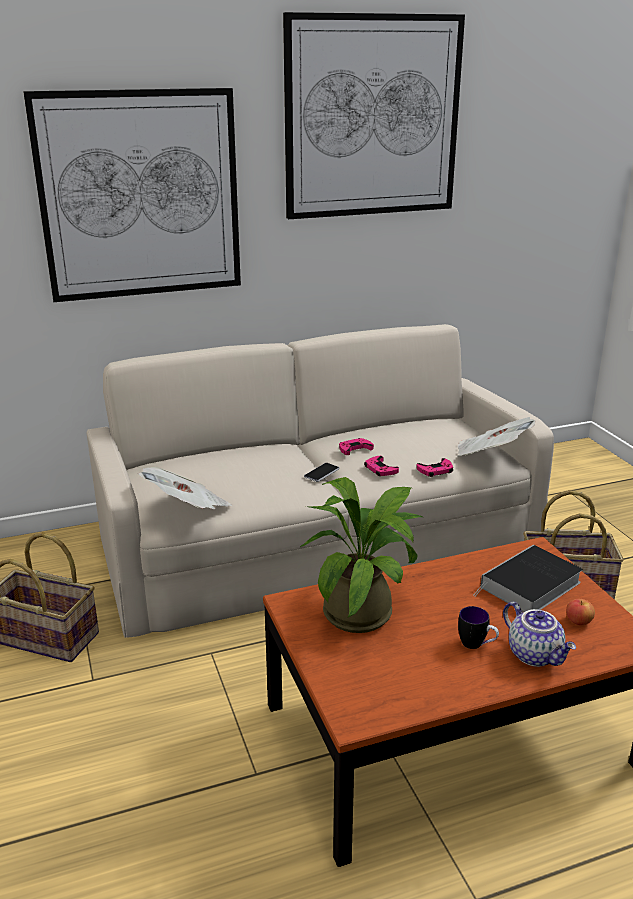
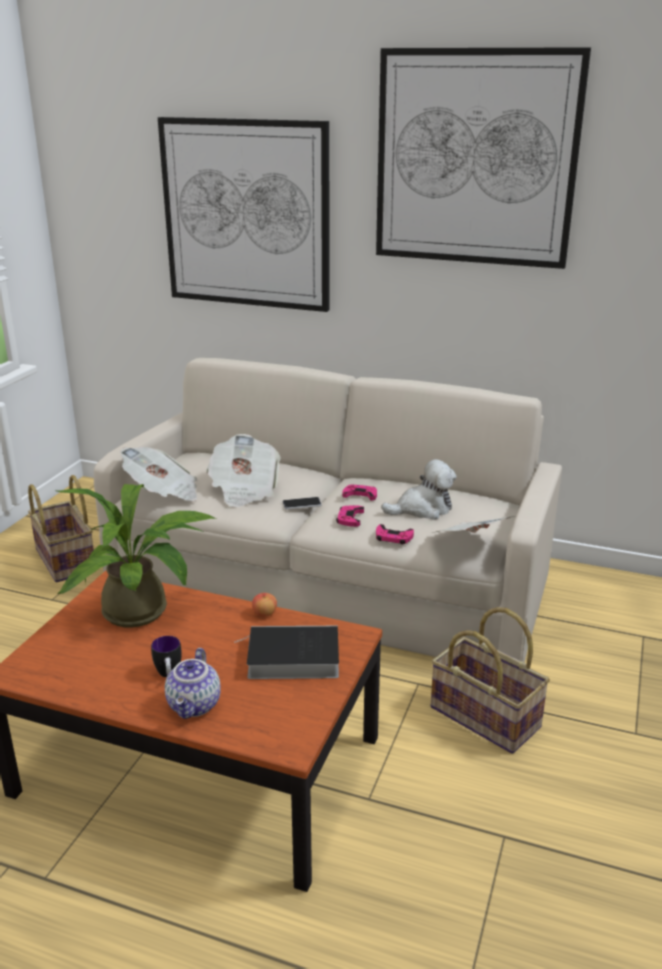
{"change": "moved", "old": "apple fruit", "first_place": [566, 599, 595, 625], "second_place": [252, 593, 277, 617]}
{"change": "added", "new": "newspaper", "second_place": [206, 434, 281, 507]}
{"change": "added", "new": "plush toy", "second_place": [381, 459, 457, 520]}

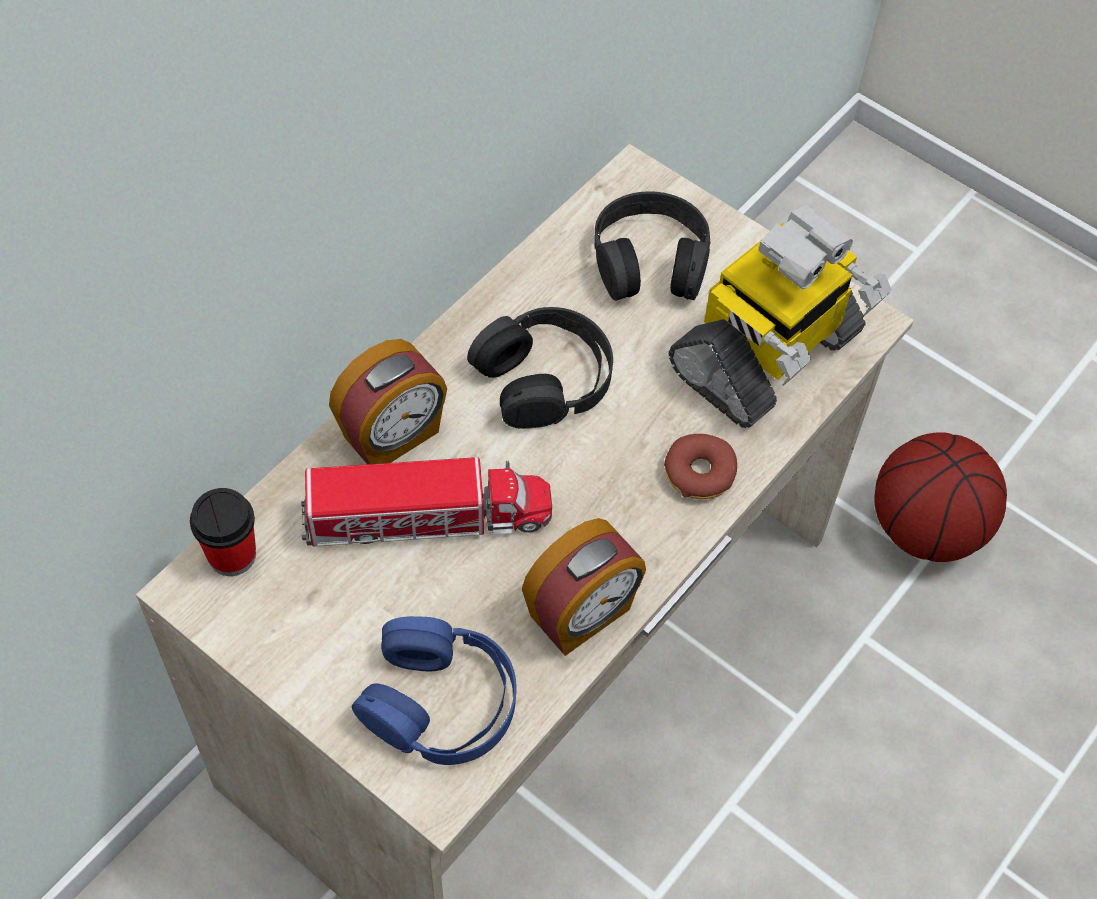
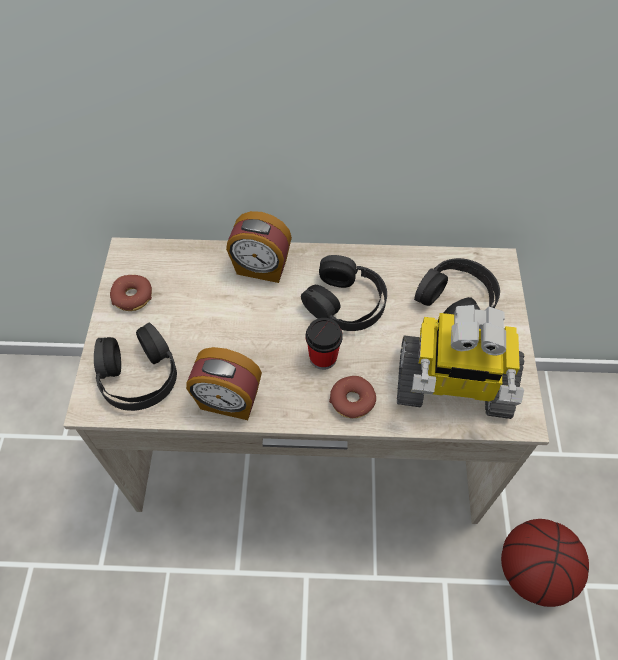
{"change": "moved", "old": "small cup", "first_place": [190, 488, 256, 576], "second_place": [306, 318, 343, 370]}
{"change": "removed", "old": "toy truck", "first_place": [301, 457, 552, 547]}
{"change": "recoloured", "old": "pair of headphones (blue)", "new": "pair of headphones (black-coloured)", "first_place": [352, 616, 517, 765], "second_place": [94, 323, 177, 411]}
{"change": "added", "new": "donut", "second_place": [110, 275, 152, 311]}

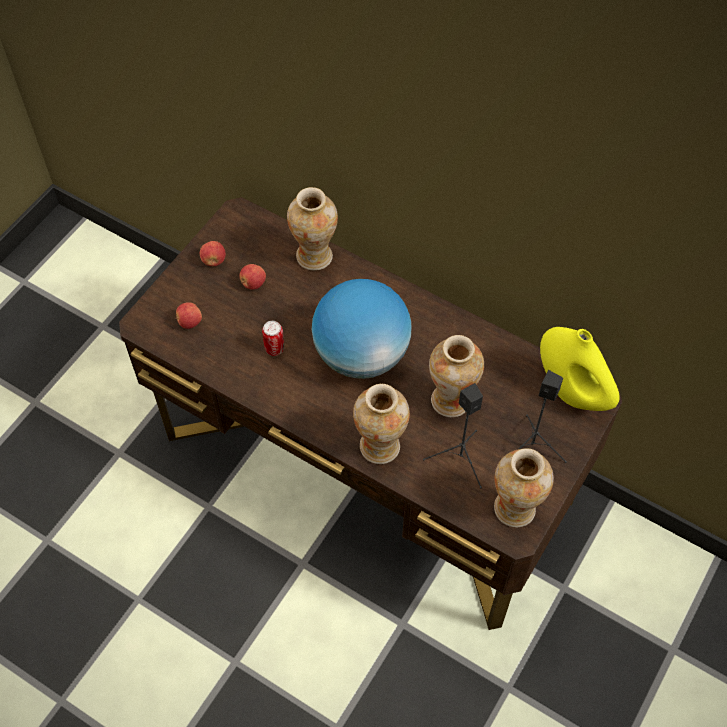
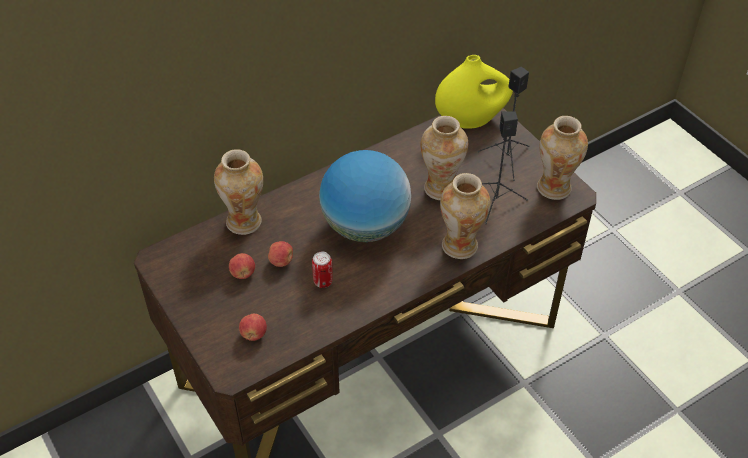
{"change": "moved", "old": "apple fruit", "first_place": [200, 241, 226, 266], "second_place": [268, 241, 293, 267]}

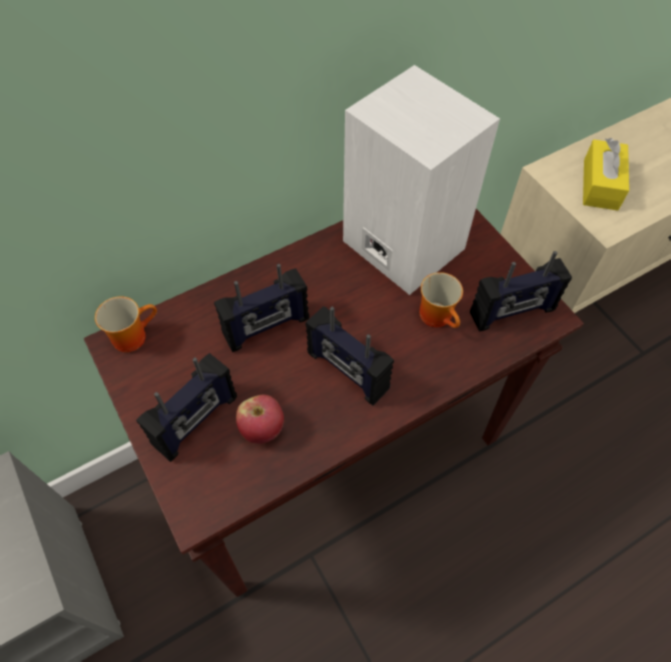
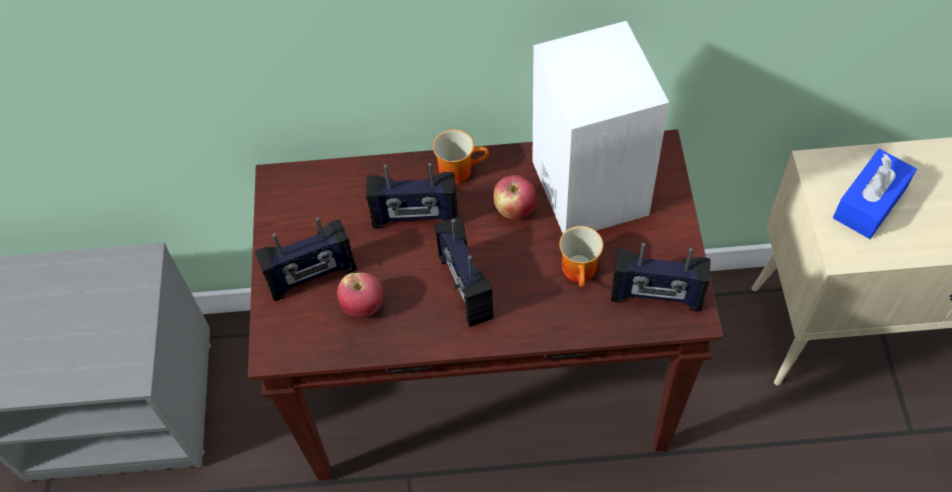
{"change": "moved", "old": "coffee mug", "first_place": [95, 296, 157, 352], "second_place": [433, 129, 489, 184]}
{"change": "recoloured", "old": "tissue box (yellow)", "new": "tissue box (blue)", "first_place": [583, 138, 629, 211], "second_place": [833, 149, 917, 239]}
{"change": "added", "new": "apple fruit", "second_place": [493, 175, 536, 219]}

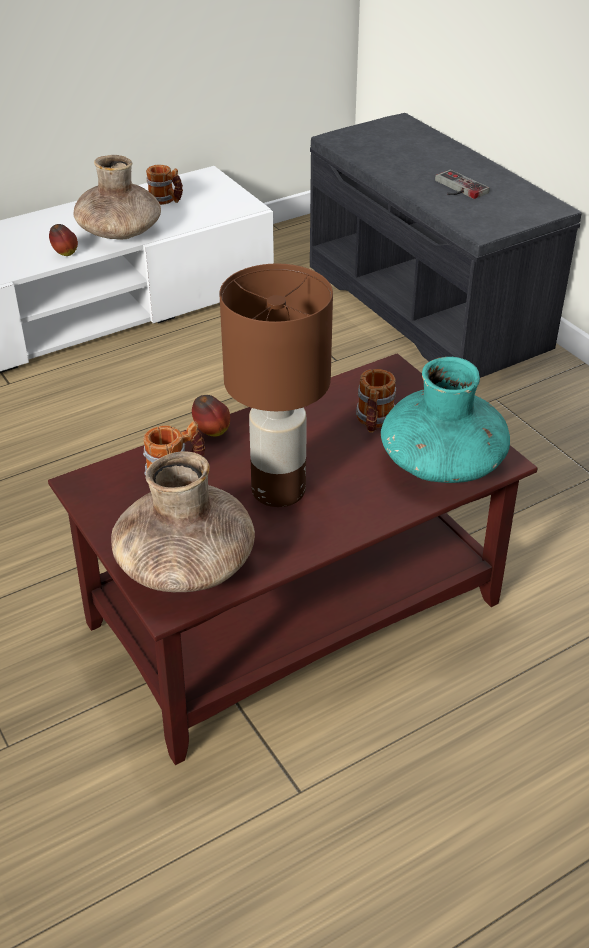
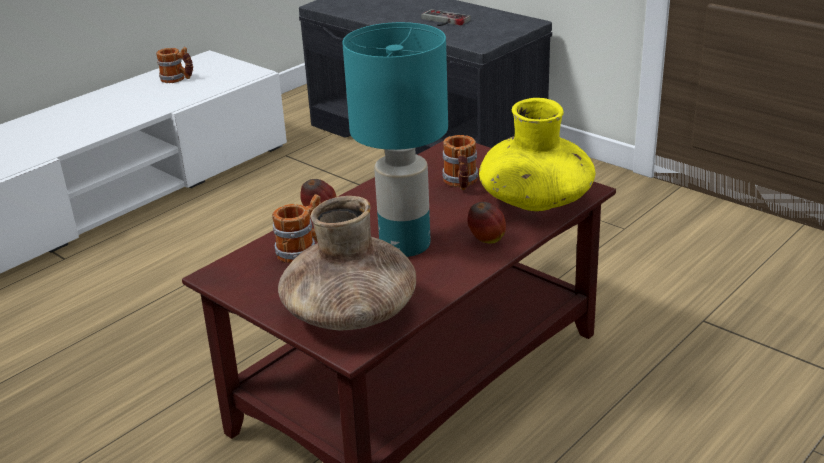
{"change": "moved", "old": "apple fruit", "first_place": [49, 224, 78, 256], "second_place": [467, 202, 506, 244]}
{"change": "removed", "old": "flower vase (brown-coloured)", "first_place": [74, 155, 161, 239]}
{"change": "recoloured", "old": "lamp for a table (brown-coloured)", "new": "lamp for a table (turquoise-coloured)", "first_place": [219, 263, 333, 507], "second_place": [343, 22, 448, 257]}
{"change": "recoloured", "old": "flower vase (turquoise-coloured)", "new": "flower vase (yellow)", "first_place": [381, 357, 510, 483], "second_place": [479, 98, 595, 211]}

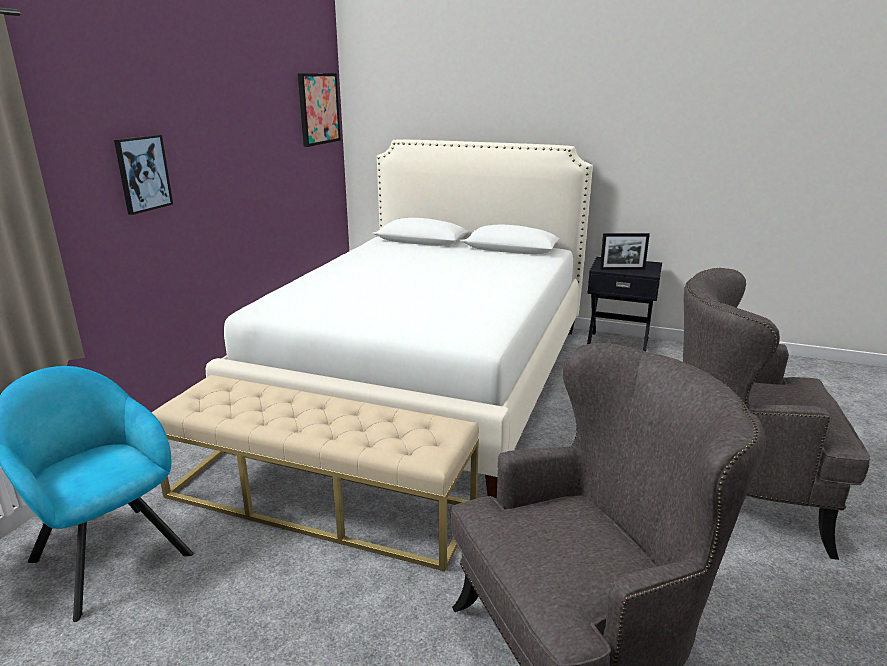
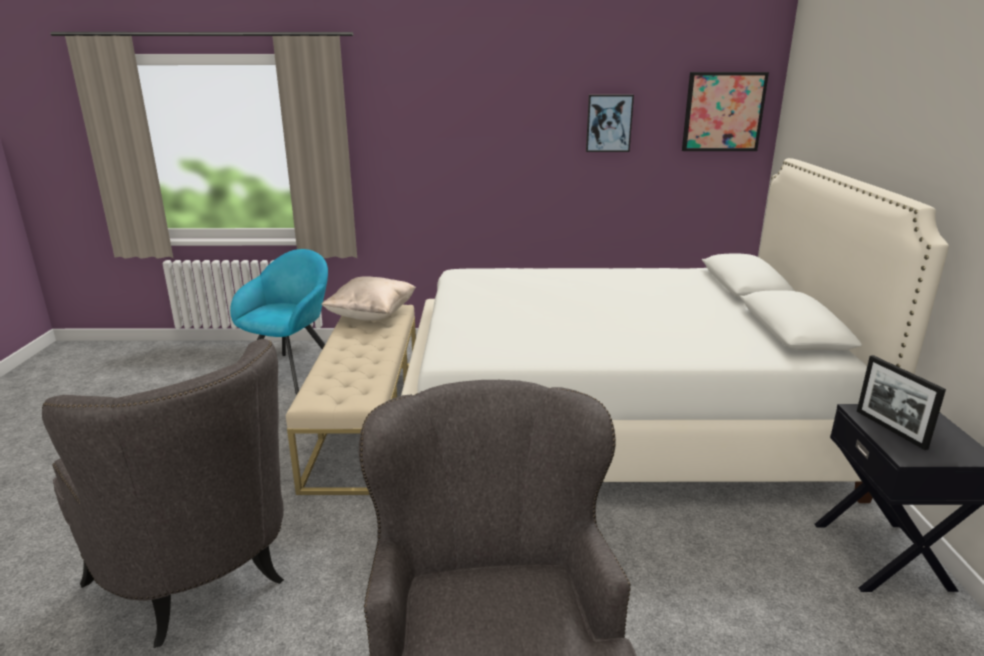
{"change": "moved", "old": "wall art", "first_place": [114, 135, 173, 215], "second_place": [586, 95, 634, 152]}
{"change": "added", "new": "pillow (sand-coloured)", "second_place": [321, 276, 416, 321]}

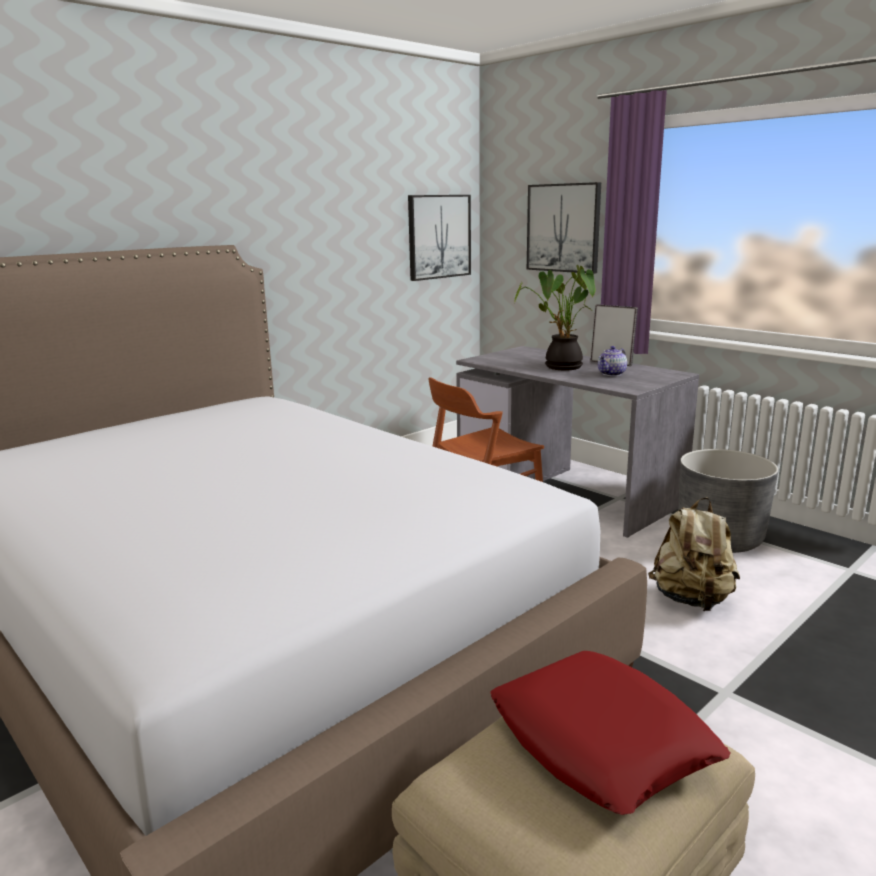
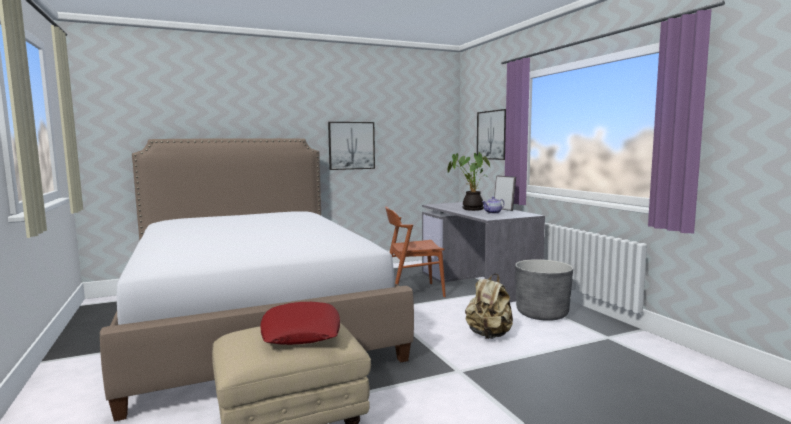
{"change": "moved", "old": "wall art", "first_place": [408, 195, 471, 281], "second_place": [328, 122, 375, 170]}

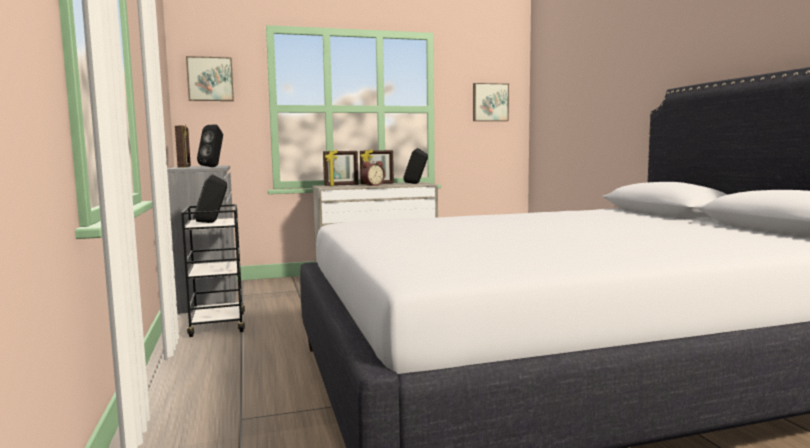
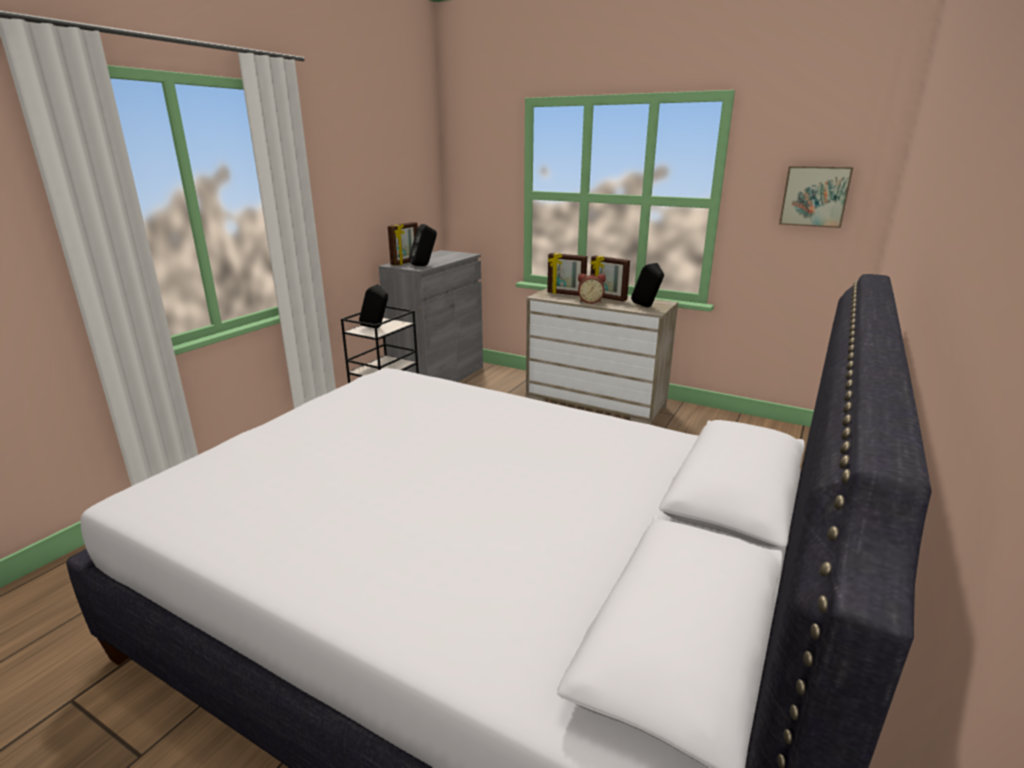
{"change": "removed", "old": "wall art", "first_place": [186, 56, 234, 101]}

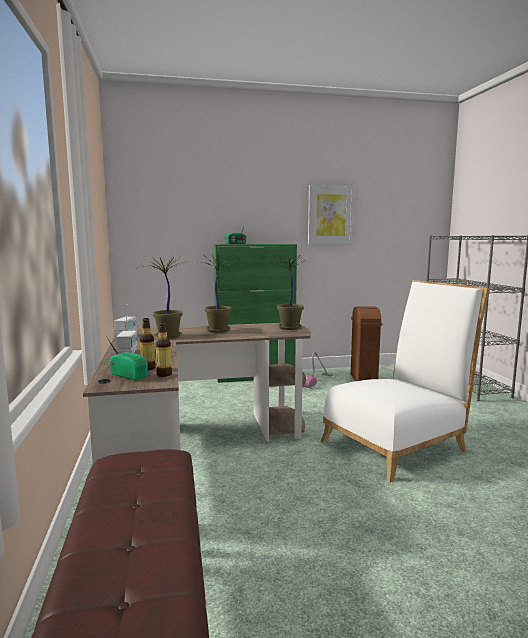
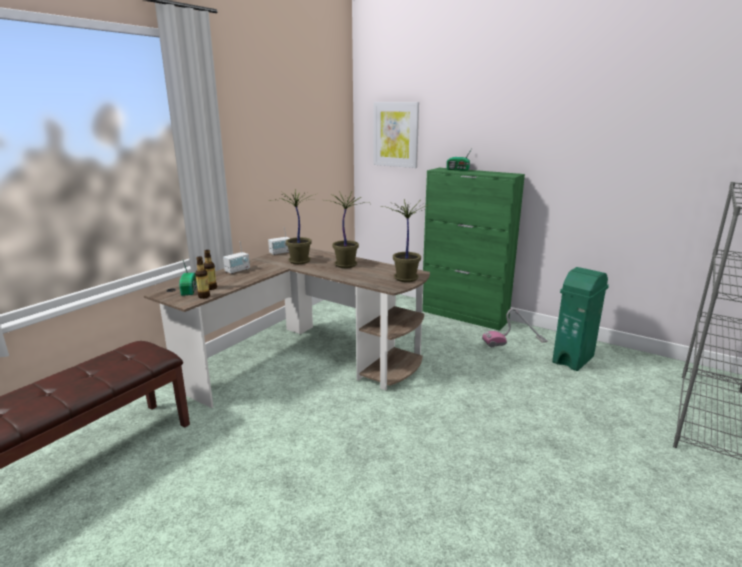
{"change": "moved", "old": "wall art", "first_place": [308, 185, 354, 244], "second_place": [374, 102, 419, 168]}
{"change": "removed", "old": "plain chair (white-coloured)", "first_place": [320, 280, 490, 482]}
{"change": "recoloured", "old": "waste bin (brown-coloured)", "new": "waste bin (green)", "first_place": [351, 307, 382, 381], "second_place": [552, 267, 609, 371]}

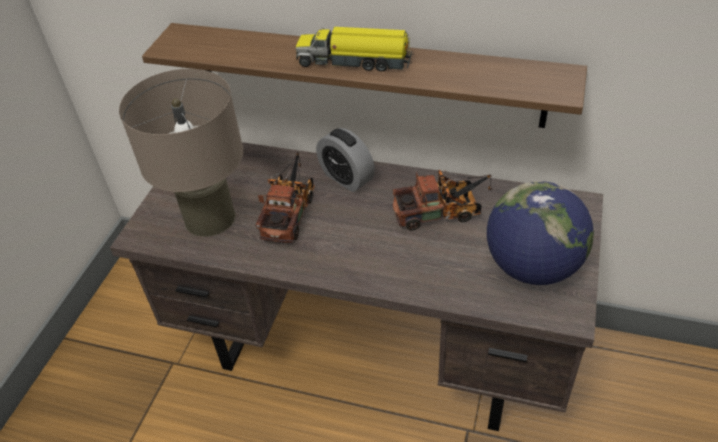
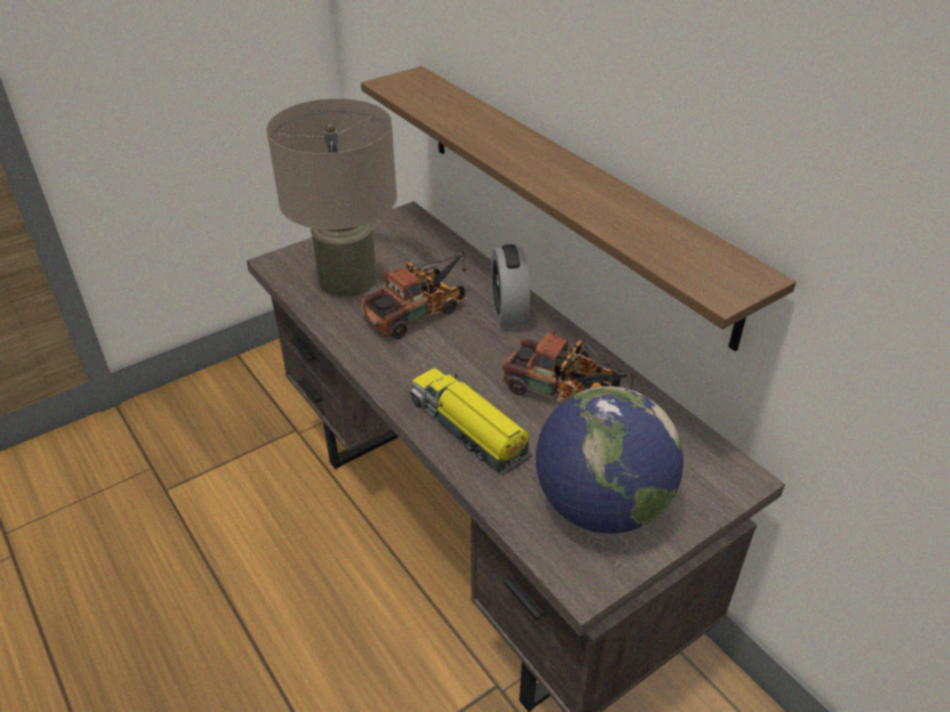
{"change": "moved", "old": "toy truck", "first_place": [296, 27, 414, 71], "second_place": [410, 368, 532, 475]}

